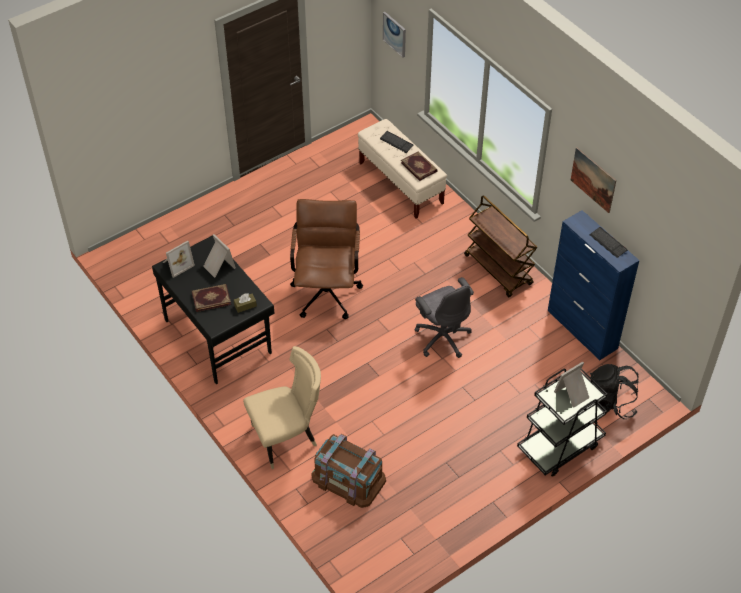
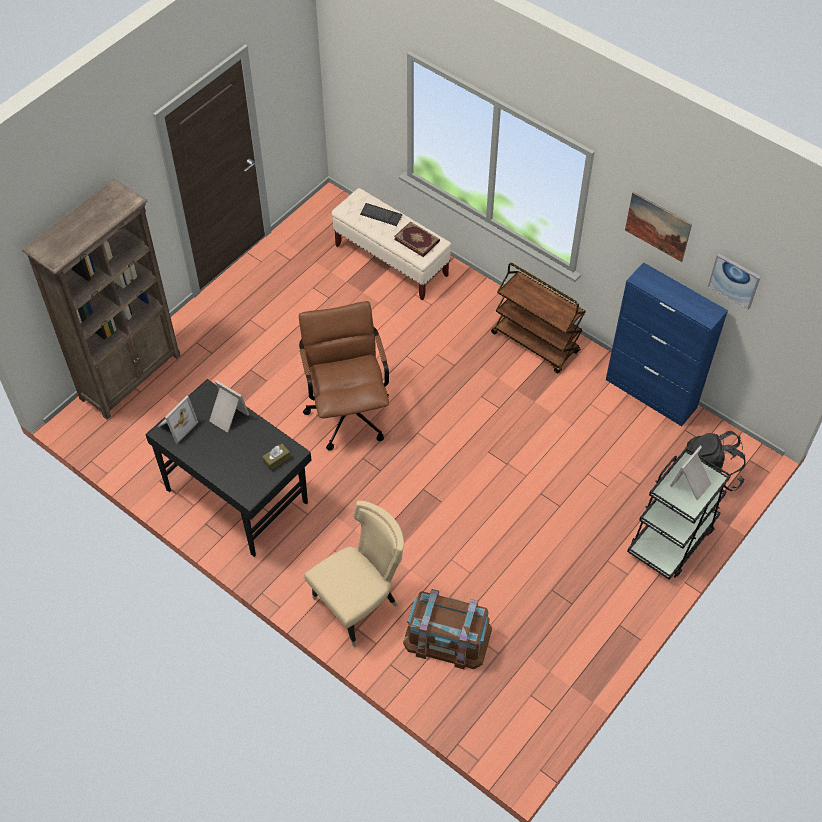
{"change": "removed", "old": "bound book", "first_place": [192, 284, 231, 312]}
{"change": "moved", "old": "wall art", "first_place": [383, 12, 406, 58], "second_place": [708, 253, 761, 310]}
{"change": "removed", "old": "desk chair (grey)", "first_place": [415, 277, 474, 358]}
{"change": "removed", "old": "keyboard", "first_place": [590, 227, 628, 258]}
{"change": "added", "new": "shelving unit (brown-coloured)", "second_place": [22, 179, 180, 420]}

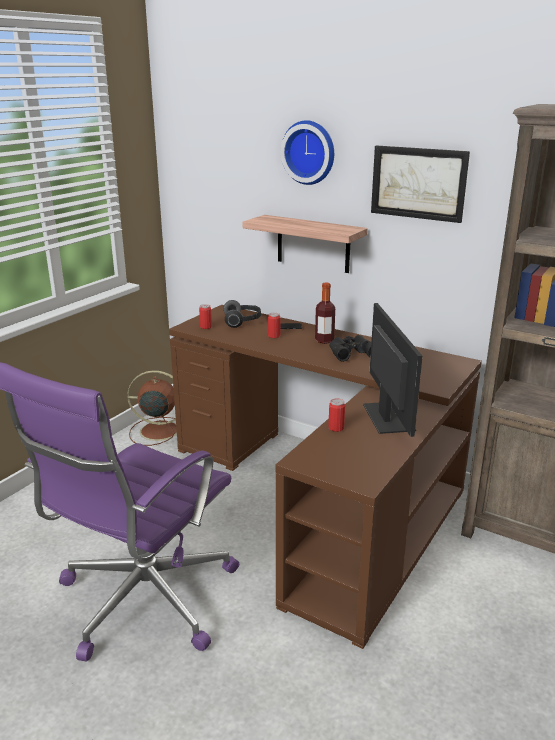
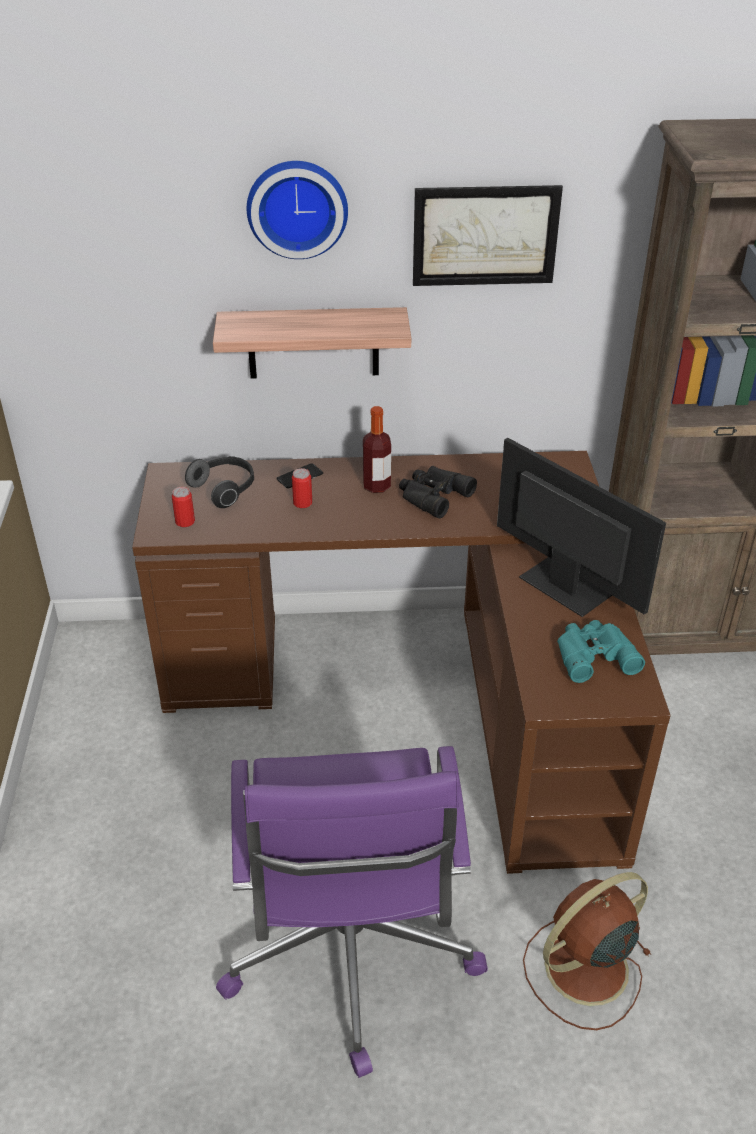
{"change": "moved", "old": "cooling fan (brown-coloured)", "first_place": [127, 370, 177, 446], "second_place": [523, 872, 652, 1030]}
{"change": "removed", "old": "sealed can", "first_place": [328, 399, 345, 432]}
{"change": "added", "new": "field glasses (turquoise-coloured)", "second_place": [557, 620, 645, 683]}

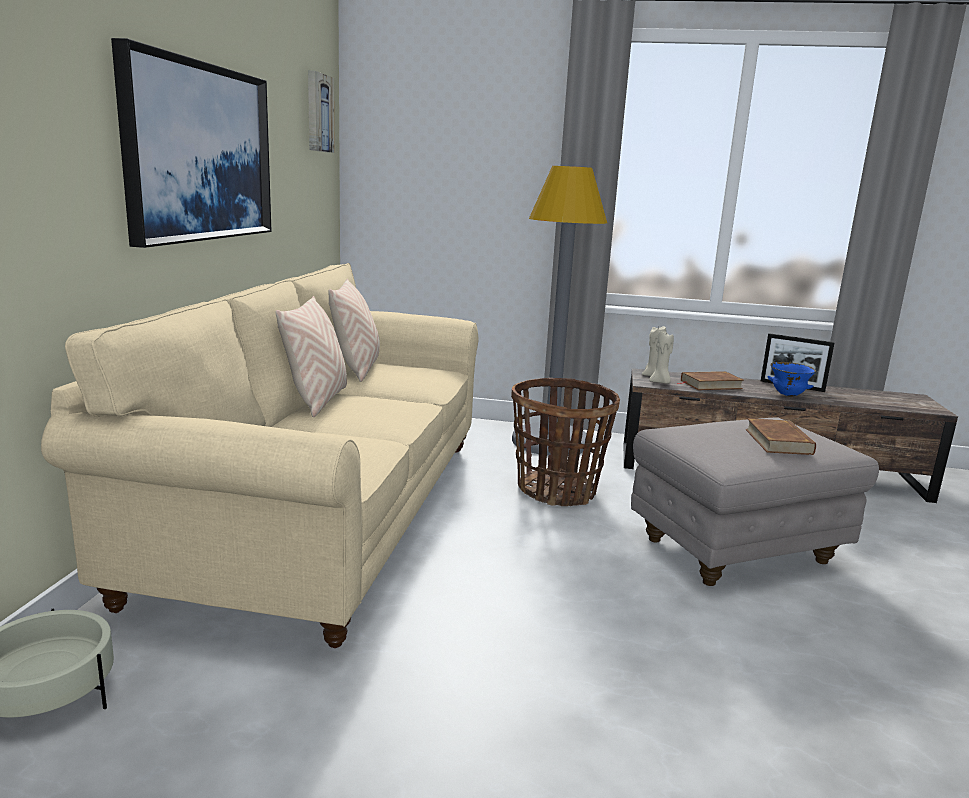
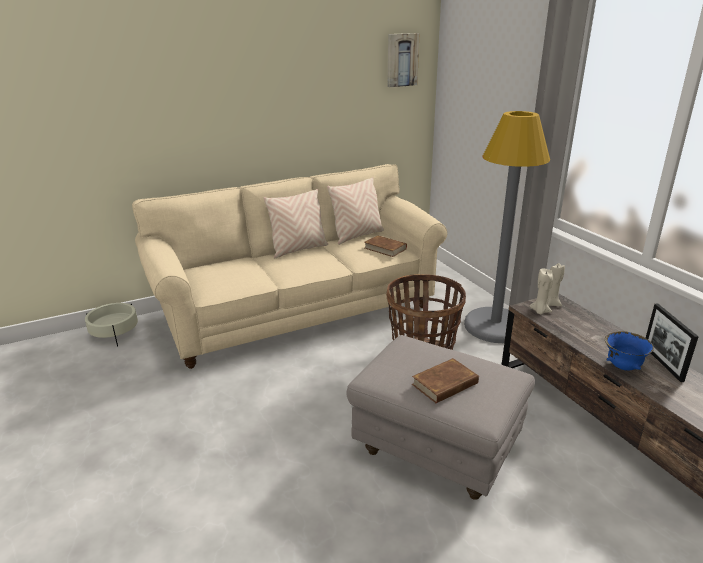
{"change": "removed", "old": "wall art", "first_place": [111, 38, 271, 248]}
{"change": "moved", "old": "bound book (brown-coloured)", "first_place": [677, 371, 743, 390], "second_place": [364, 235, 407, 257]}

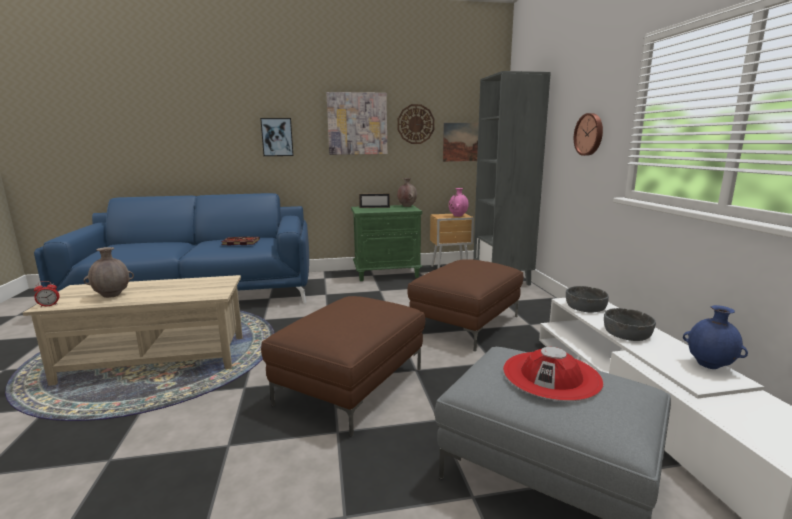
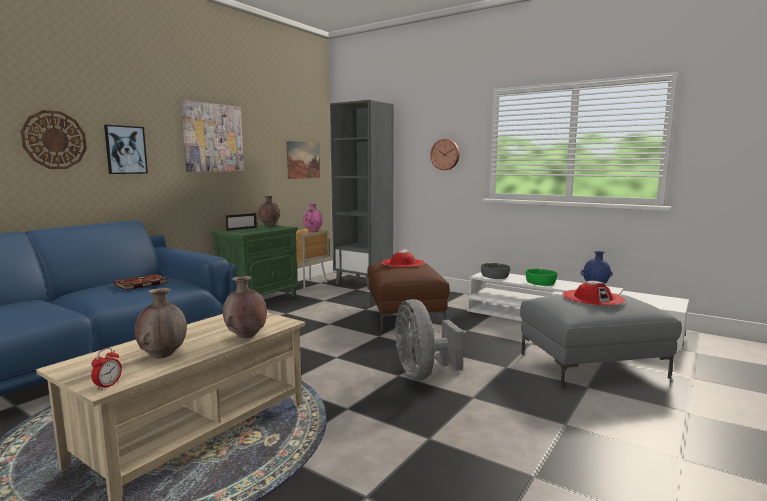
{"change": "replaced", "old": "ottoman (brown-coloured)", "new": "cooling fan (grey)", "first_place": [261, 296, 425, 437], "second_place": [395, 299, 464, 380]}
{"change": "moved", "old": "hanging clock", "first_place": [397, 104, 435, 144], "second_place": [21, 110, 87, 169]}
{"change": "recoloured", "old": "bowl (grey)", "new": "bowl (green)", "first_place": [604, 308, 656, 341], "second_place": [526, 269, 558, 286]}
{"change": "added", "new": "flower vase (brown-coloured)", "second_place": [223, 276, 267, 338]}
{"change": "added", "new": "hat (reddish)", "second_place": [382, 249, 425, 268]}

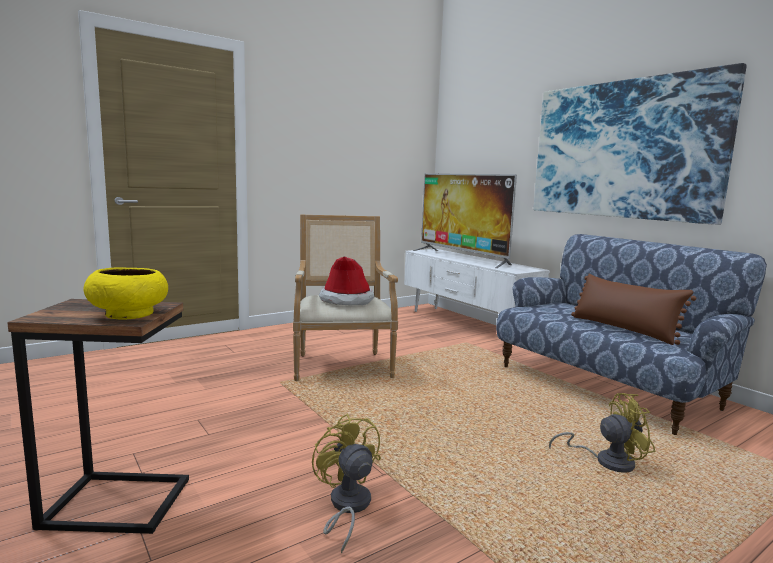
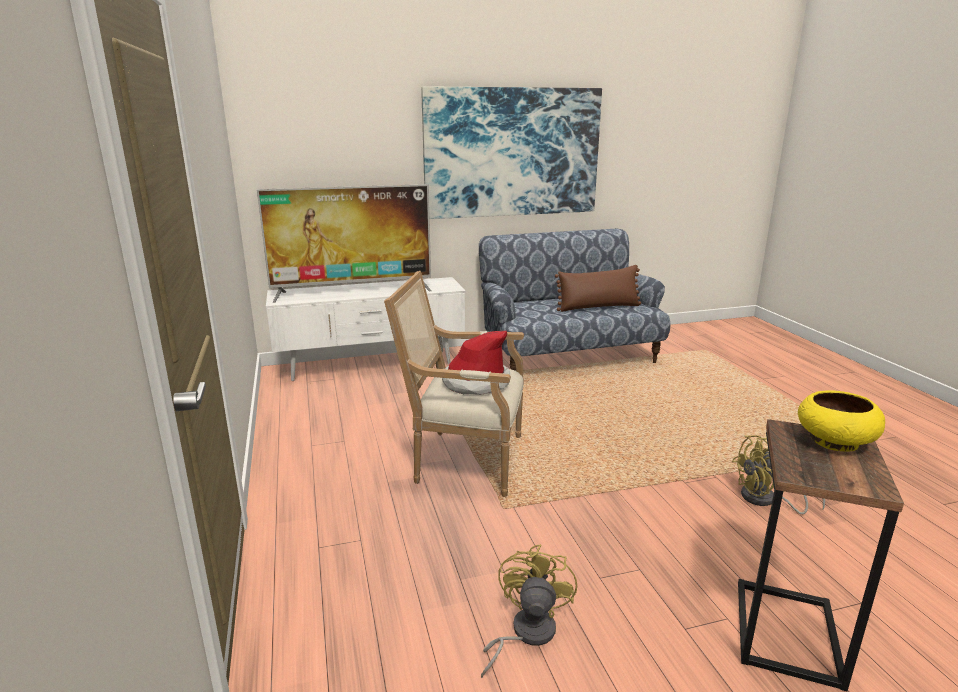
{"change": "moved", "old": "cooling fan (yellow)", "first_place": [549, 393, 655, 473], "second_place": [481, 544, 577, 678]}

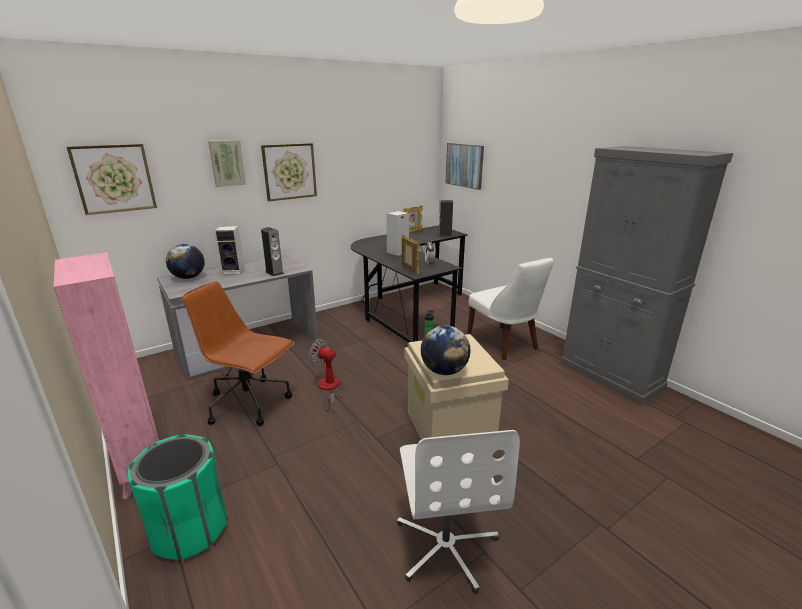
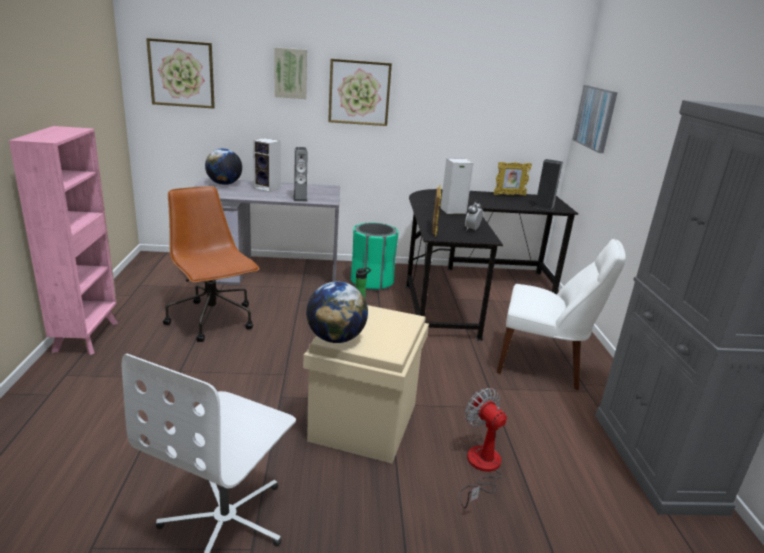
{"change": "moved", "old": "waste bin (green)", "first_place": [128, 434, 227, 560], "second_place": [351, 222, 398, 291]}
{"change": "moved", "old": "cooling fan", "first_place": [309, 338, 342, 411], "second_place": [459, 388, 507, 508]}
{"change": "turned", "old": "plain chair (white-coloured)", "first_place": [467, 258, 554, 360], "second_place": [497, 239, 626, 390], "degrees": -75}

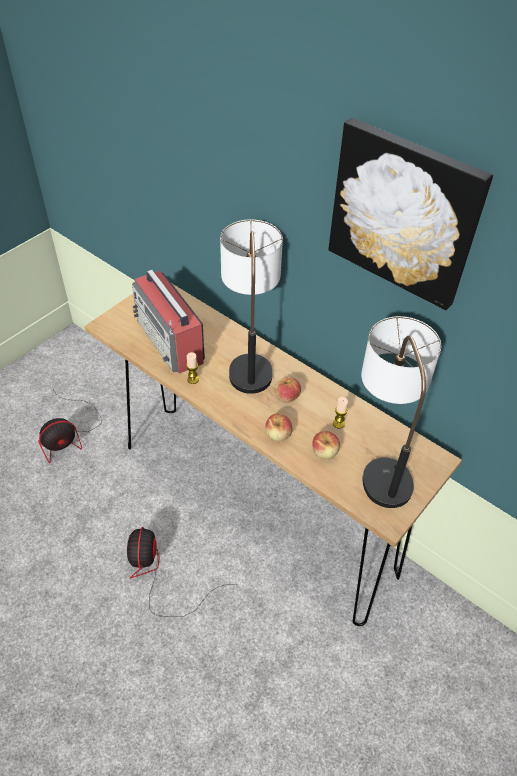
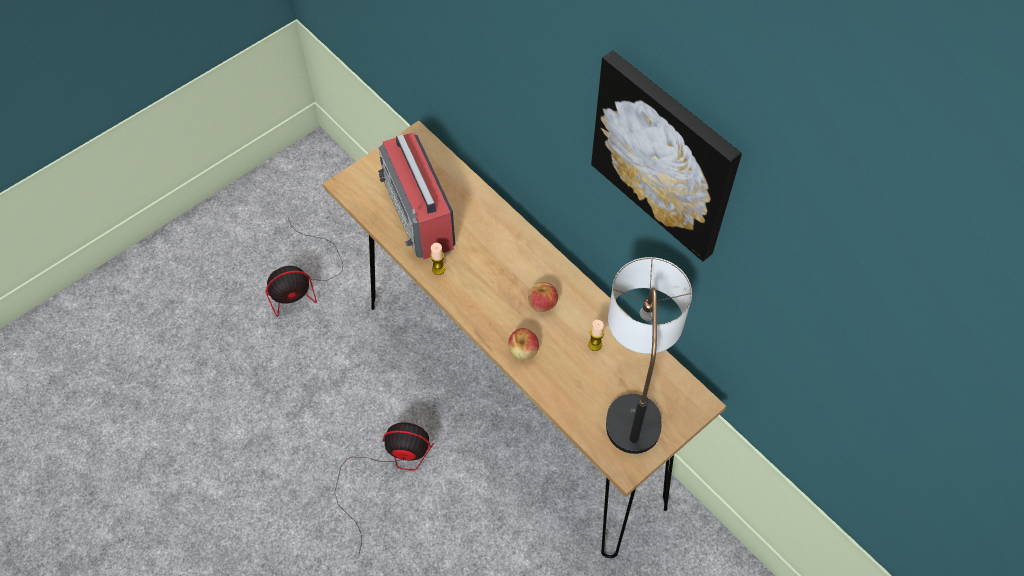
{"change": "turned", "old": "cooling fan", "first_place": [127, 527, 227, 616], "second_place": [335, 423, 434, 553], "degrees": 90}
{"change": "removed", "old": "lamp for a table", "first_place": [220, 219, 283, 394]}
{"change": "removed", "old": "apple fruit", "first_place": [312, 431, 340, 459]}

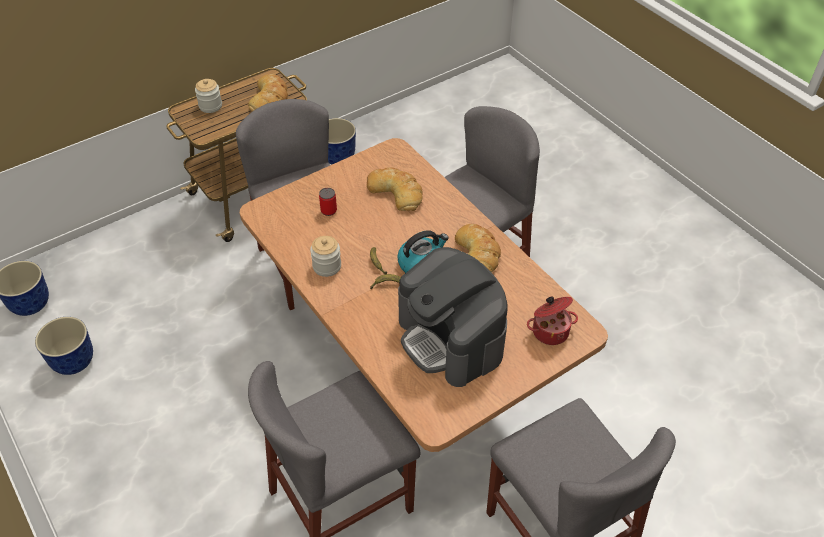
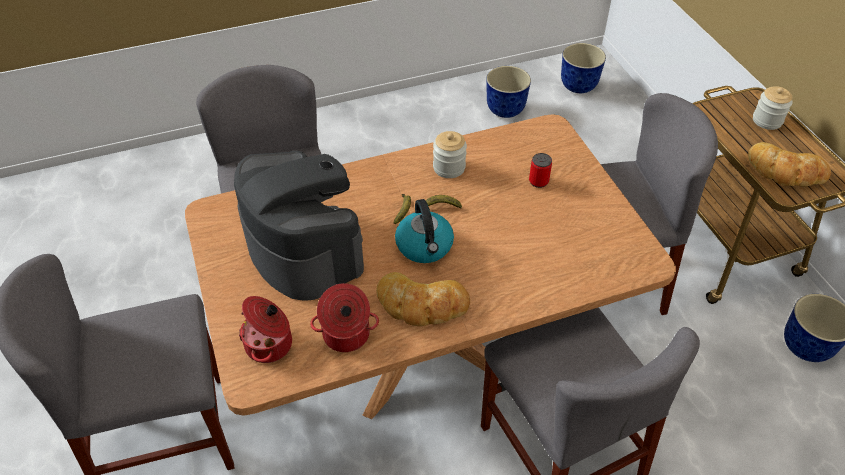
{"change": "removed", "old": "bread", "first_place": [367, 167, 423, 211]}
{"change": "turned", "old": "coffee maker", "first_place": [398, 247, 508, 387], "second_place": [234, 151, 364, 301], "degrees": 75}
{"change": "added", "new": "saucepot", "second_place": [310, 283, 379, 352]}

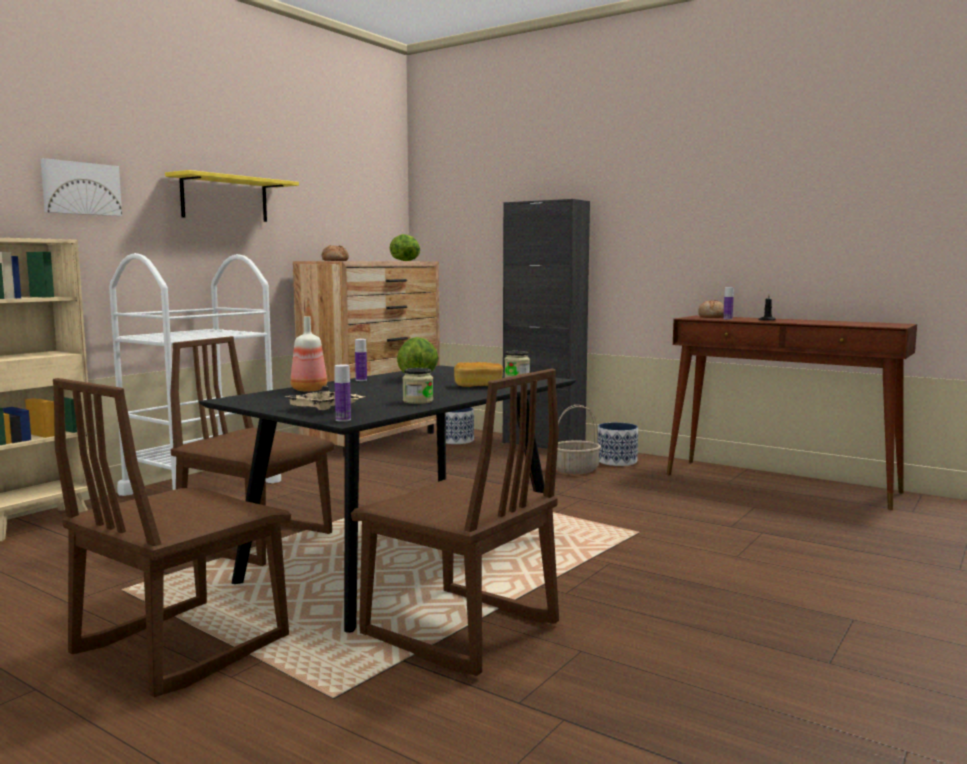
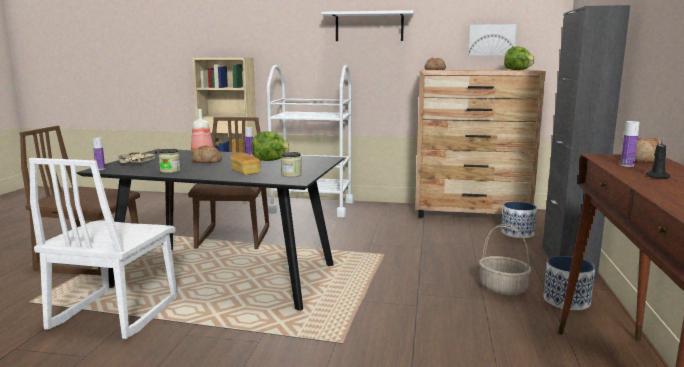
{"change": "moved", "old": "wall art", "first_place": [41, 158, 122, 216], "second_place": [468, 24, 517, 55]}
{"change": "recoloured", "old": "shelf (yellow)", "new": "shelf (white-coloured)", "first_place": [165, 170, 299, 222], "second_place": [321, 10, 414, 41]}
{"change": "recoloured", "old": "plain chair (brown-coloured)", "new": "plain chair (white-coloured)", "first_place": [351, 369, 559, 676], "second_place": [29, 158, 177, 339]}
{"change": "added", "new": "bread", "second_place": [192, 145, 222, 163]}

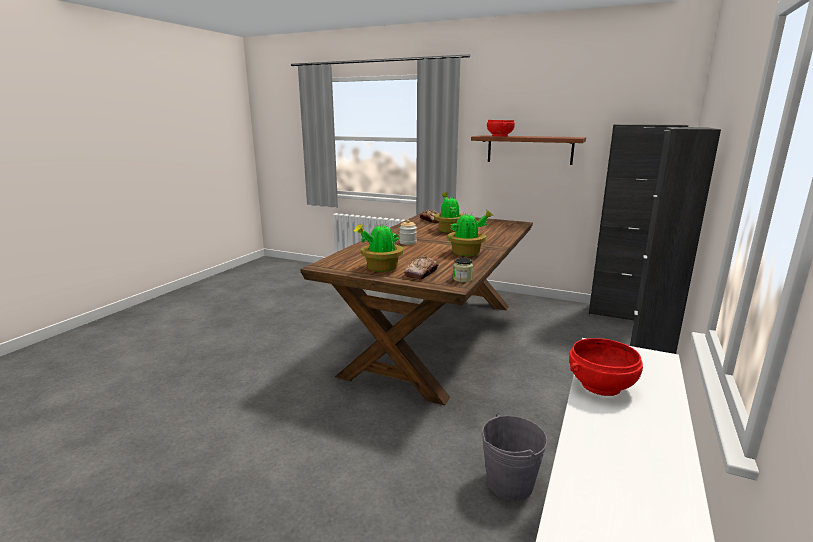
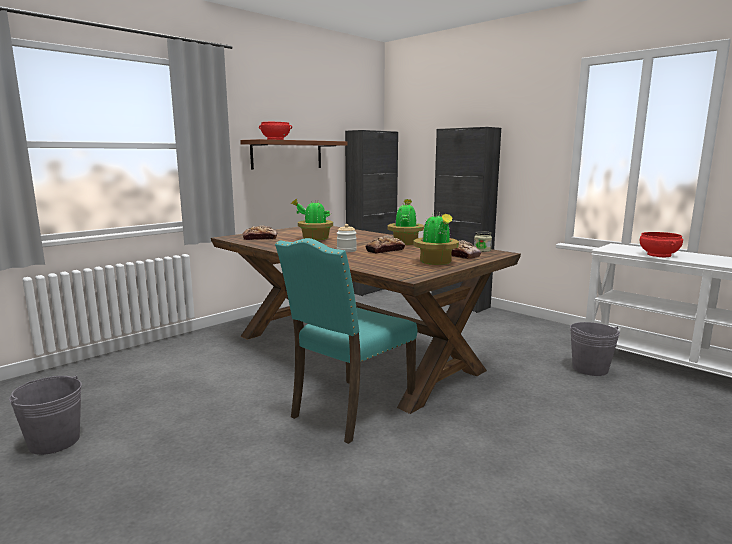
{"change": "added", "new": "pail (grey)", "second_place": [9, 375, 82, 455]}
{"change": "added", "new": "plain chair (turquoise-coloured)", "second_place": [275, 238, 418, 444]}
{"change": "added", "new": "bread", "second_place": [365, 235, 405, 254]}

